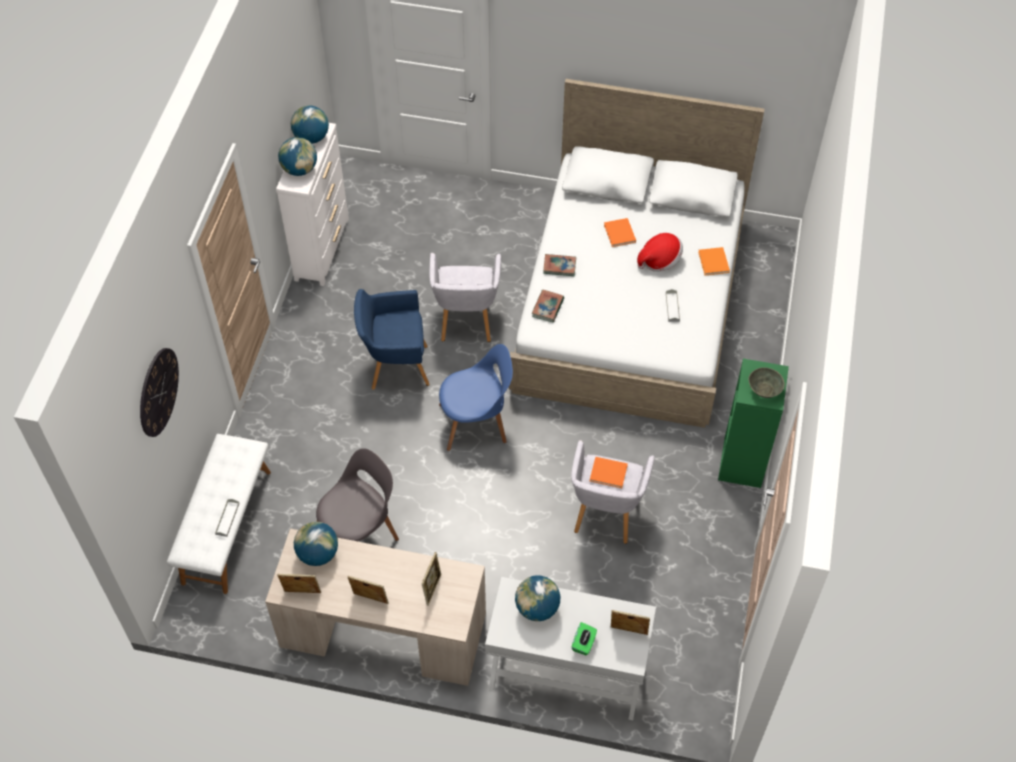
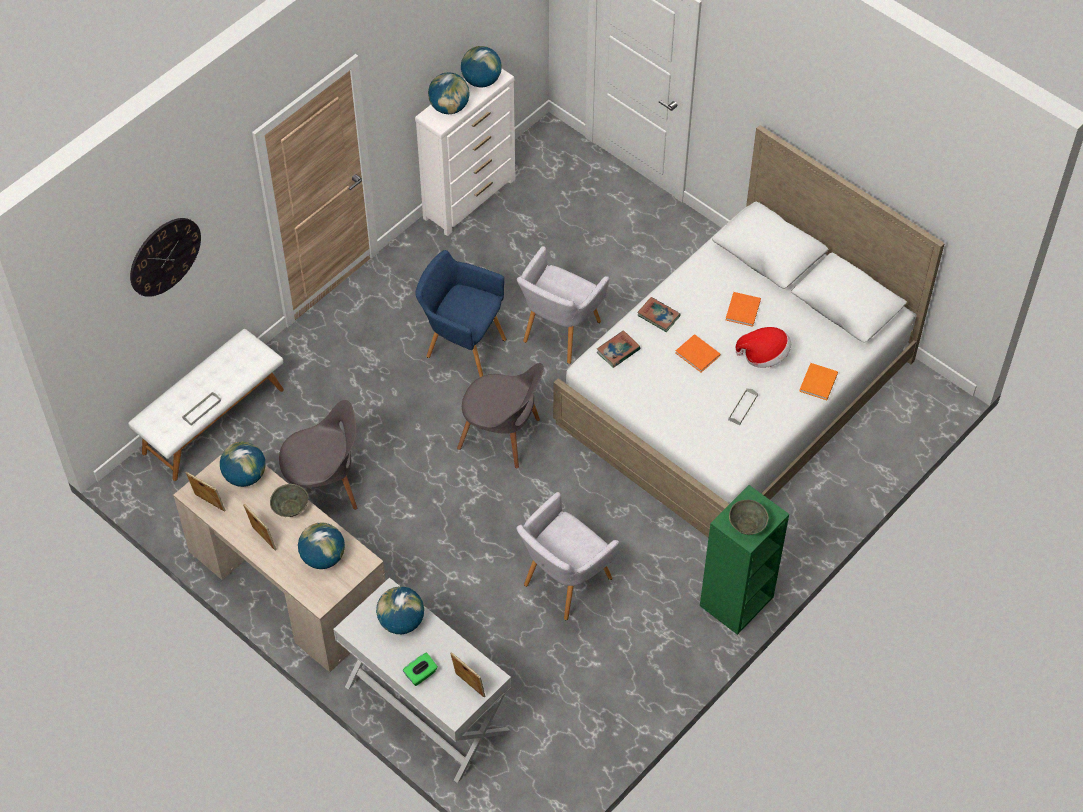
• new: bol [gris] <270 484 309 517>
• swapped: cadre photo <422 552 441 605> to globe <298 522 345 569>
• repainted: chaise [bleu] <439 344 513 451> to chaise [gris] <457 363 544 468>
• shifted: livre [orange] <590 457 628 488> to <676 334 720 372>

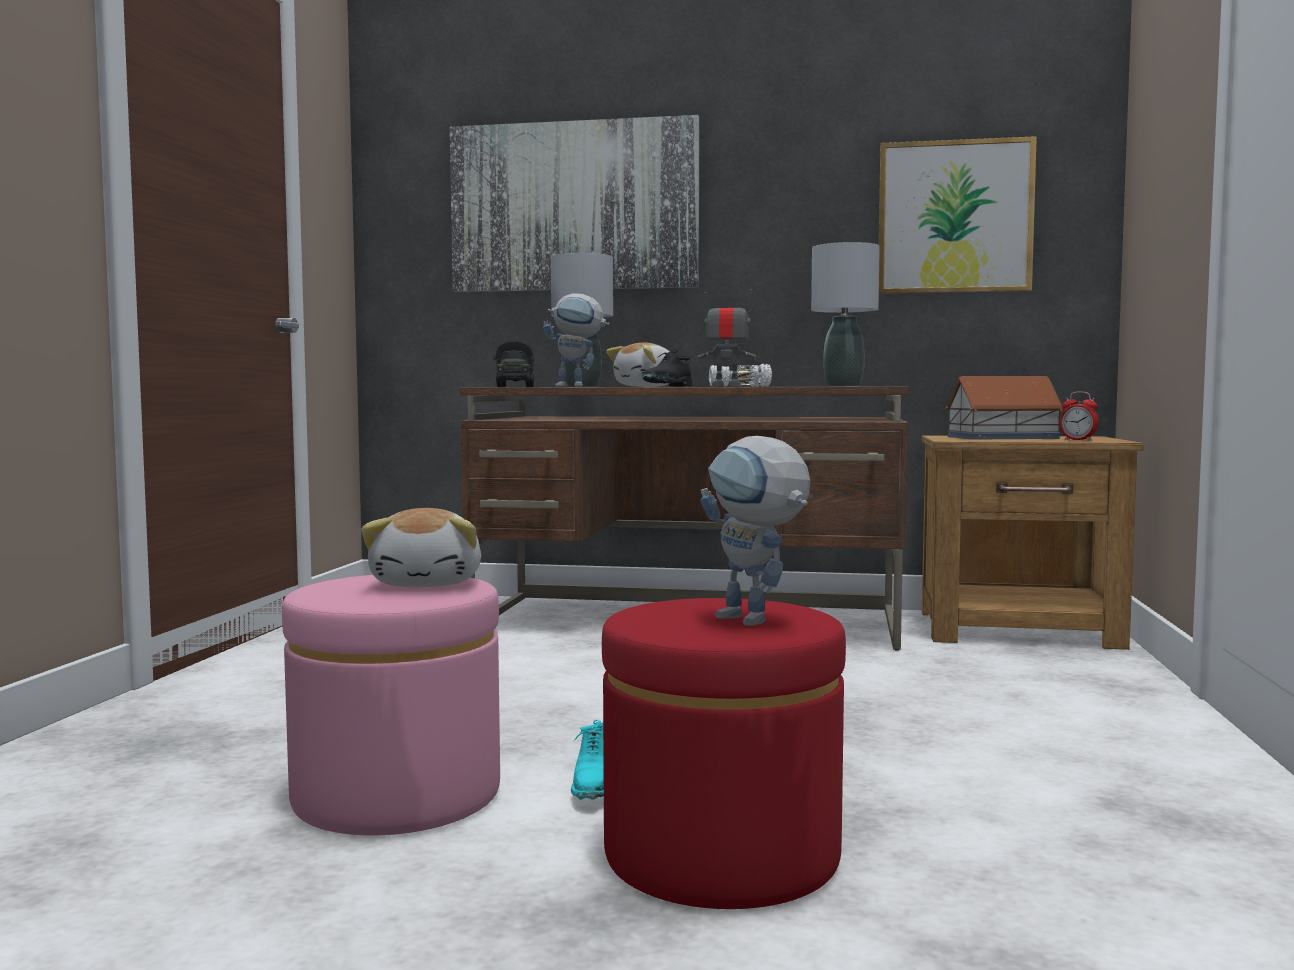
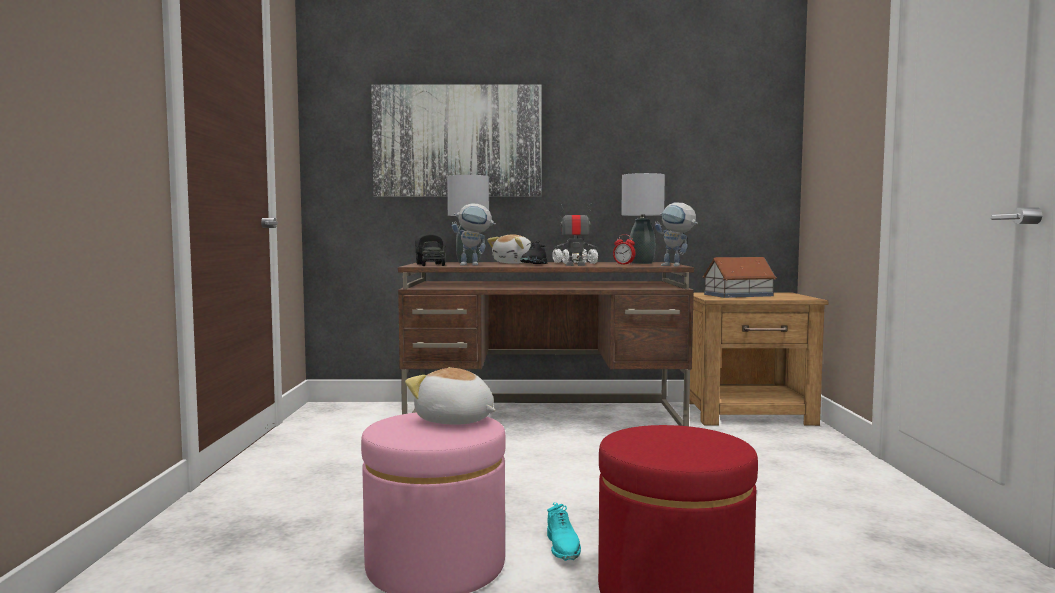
• rotated: peluche <361 508 481 587> = <405 367 496 425> 135 degrees clockwise
• shifted: réveil <1060 391 1099 441> to <613 234 636 265>
• shifted: robot jouet <700 436 811 626> to <655 203 698 266>
• gone: tableau <879 136 1037 294>

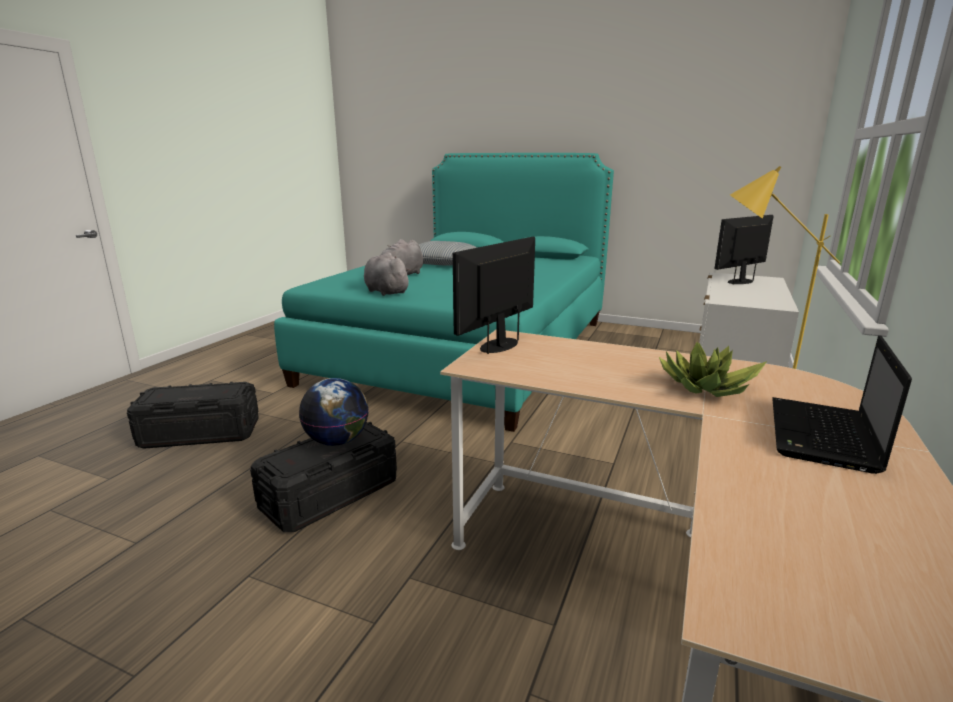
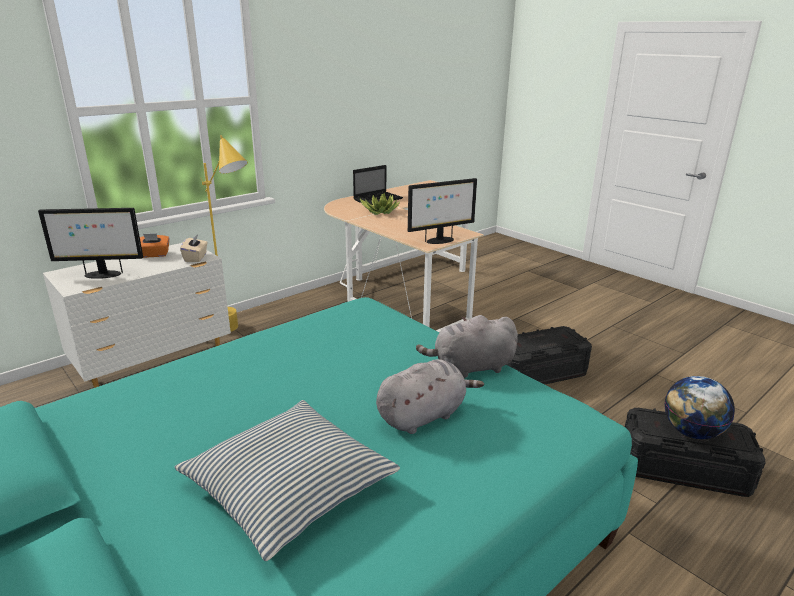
• new: boîte à mouchoirs [orange] <140 234 170 258>
• new: boîte à mouchoirs [beige] <180 234 208 262>
• rotated: peluche [gris] <364 252 411 296> = <416 315 518 378> 90 degrees clockwise
• shifted: globe <299 378 369 446> to <665 376 735 439>

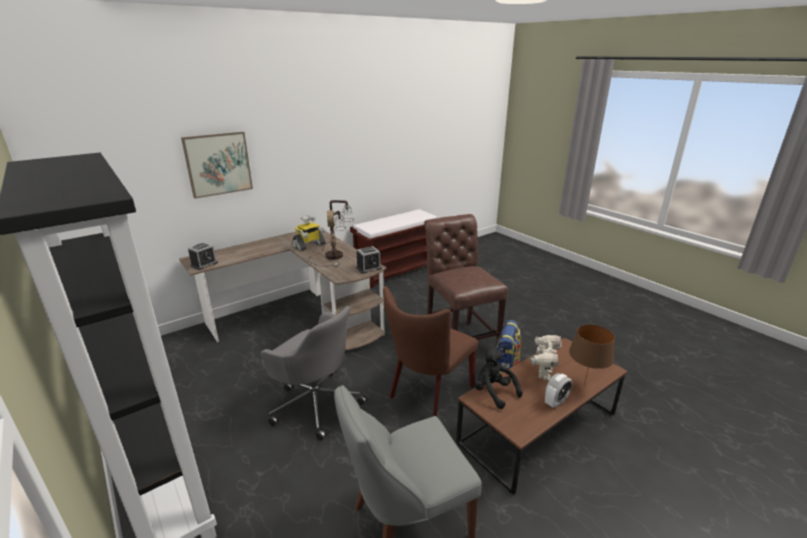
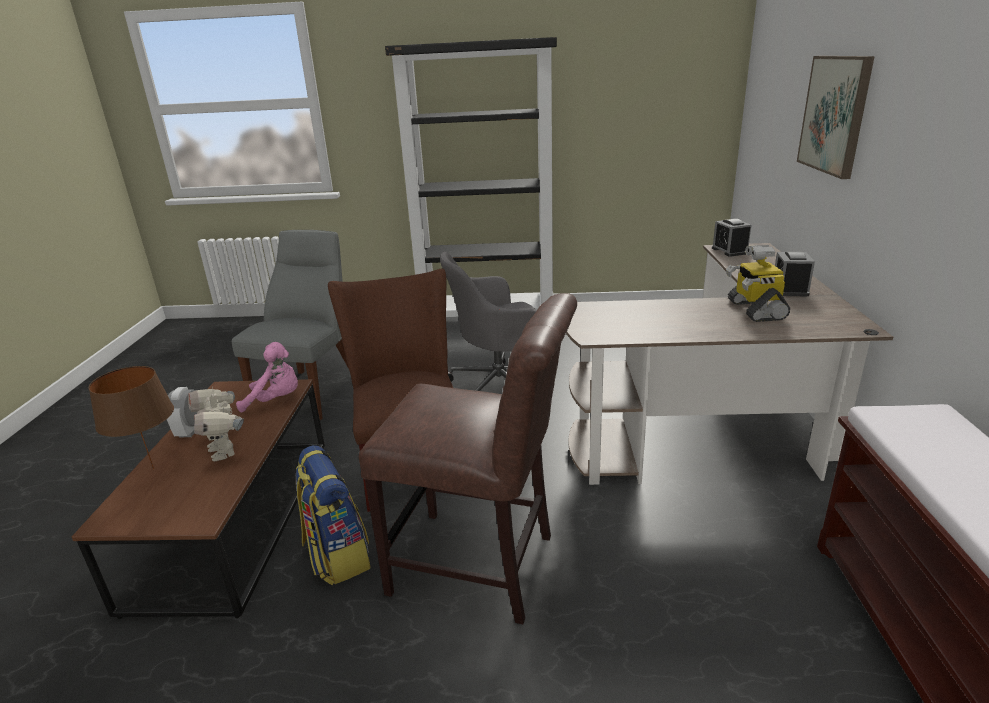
• repainted: peluche [noir] <474 349 523 409> to peluche [rose] <236 342 298 413>
• shifted: réveil <356 246 382 274> to <775 252 815 296>
• gone: lampe de table <308 200 354 267>

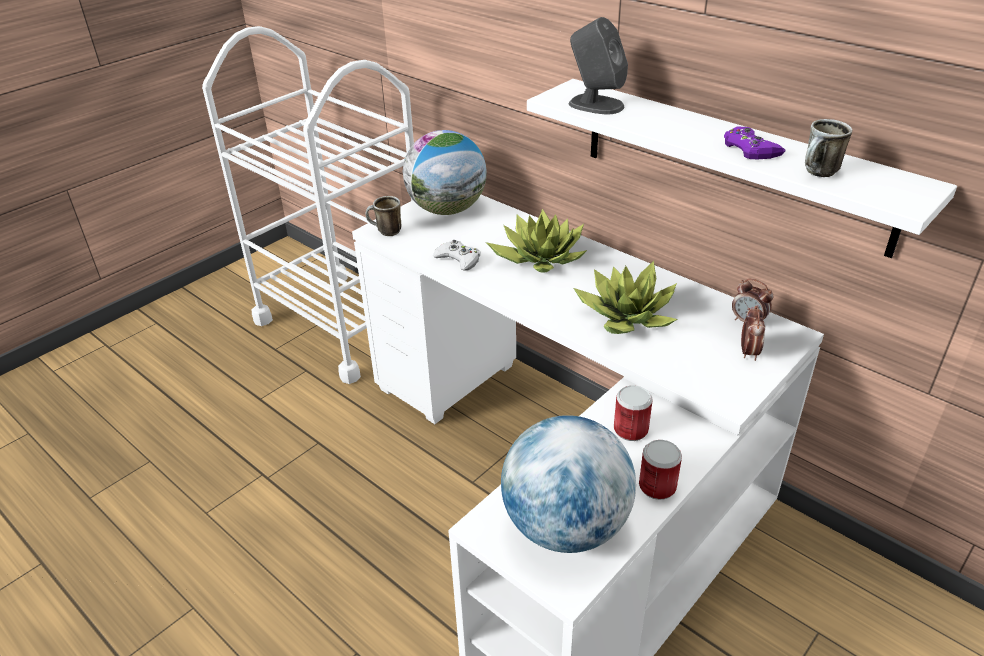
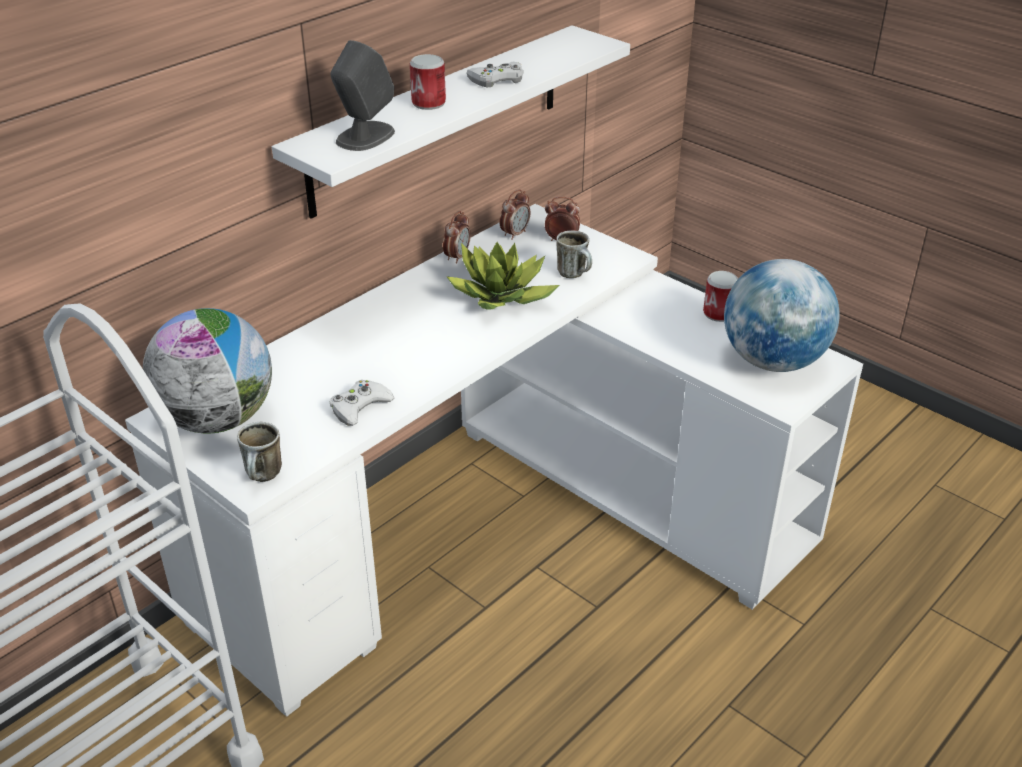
• shifted: boîte métallique <614 385 653 441> to <410 54 446 110>
• new: réveil <443 211 471 264>
• repainted: manette [violet] <724 127 786 159> to manette [blanc] <467 62 524 87>
• shifted: mug <805 119 852 177> to <556 230 592 278>
• gone: plante en pot <486 209 587 273>

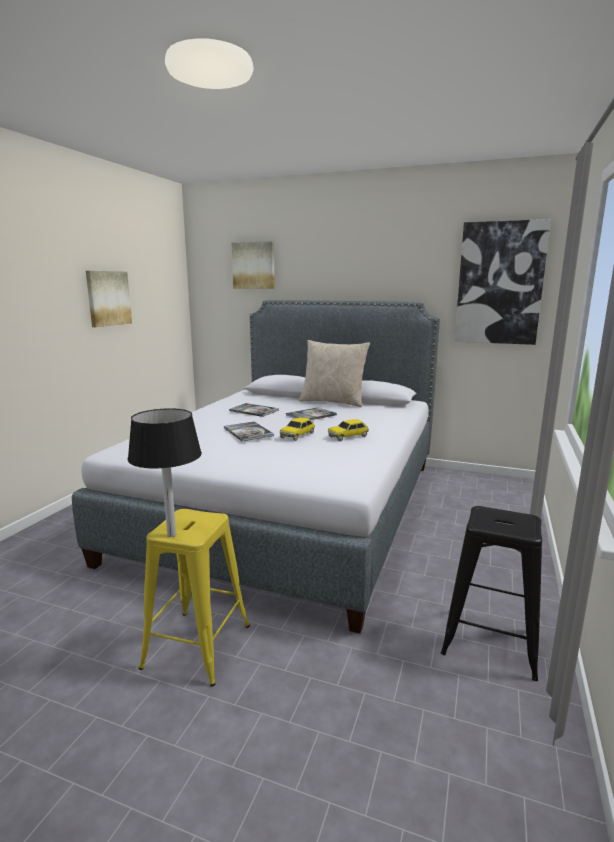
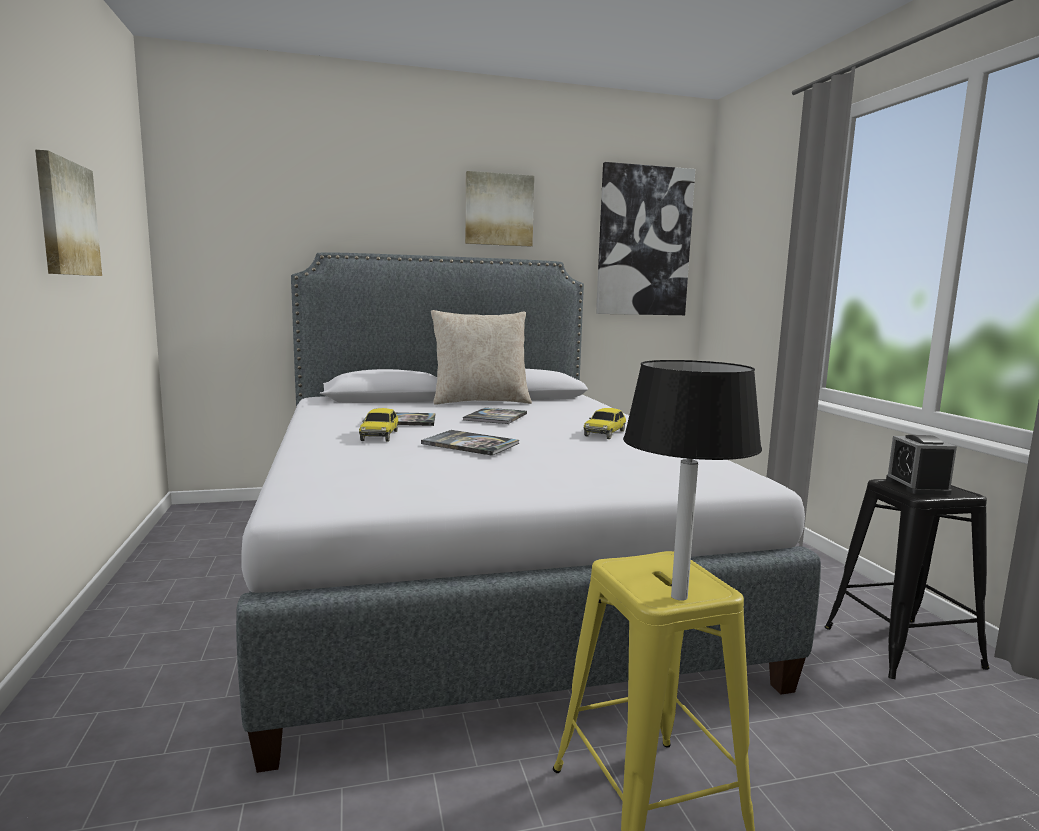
• shifted: petite voiture <280 418 315 441> to <359 408 398 441>
• shifted: tableau <232 241 275 289> to <465 171 534 247>
• new: réveil <886 435 957 495>

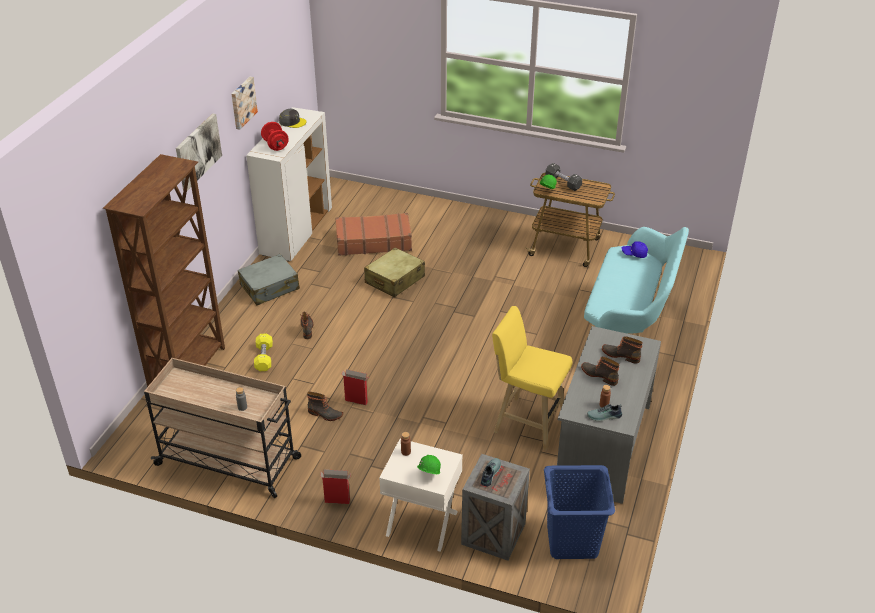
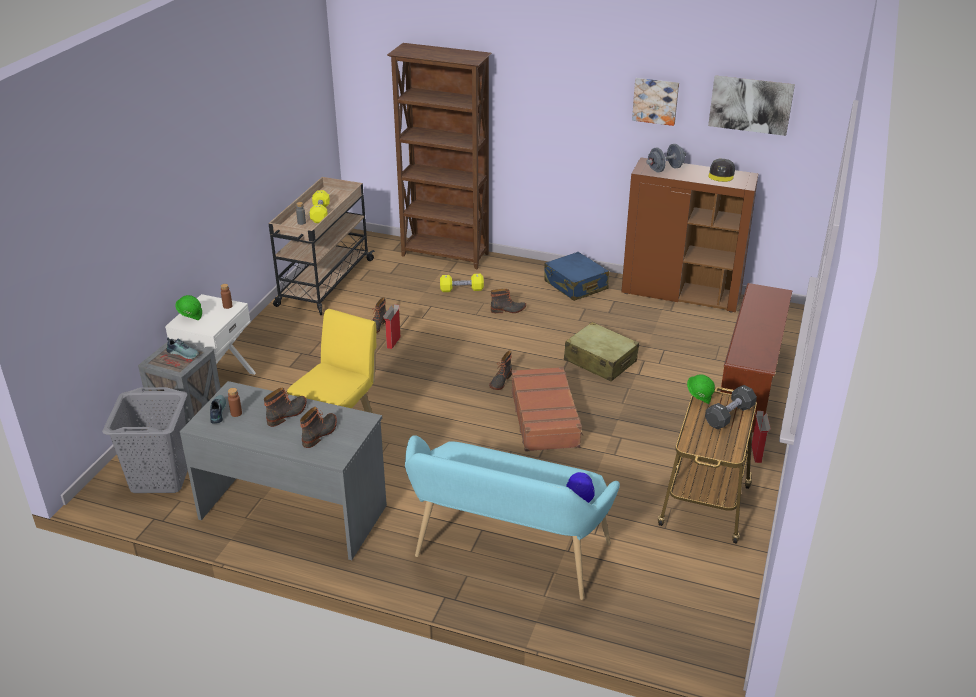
• repainted: panier à linge [bleu] <544 465 615 559> to panier à linge [gris] <102 387 188 493>
• new: haltère [jaune] <310 190 330 223>
• new: botte <489 351 512 390>
• shifted: valise [marron] <335 213 412 256> to <511 367 584 452>
• repainted: valise [gris] <238 254 300 305> to valise [bleu] <544 252 609 301>
• repainted: meuble de rangement [blanc] <246 107 332 261> to meuble de rangement [marron] <621 157 758 312>
• repainted: haltère [rouge] <261 122 289 151> to haltère [gris] <646 144 686 173>
• shifted: tableau <176 113 222 191> to <708 75 795 136>
• new: étagère à chaussures [marron] <720 283 792 433>
• shifted: carton <320 469 351 504> to <751 411 771 463>

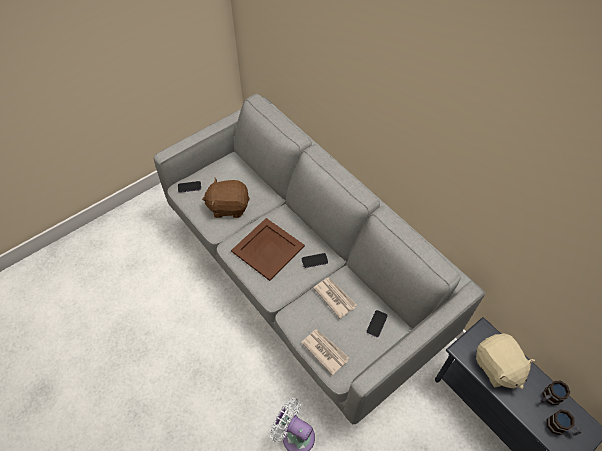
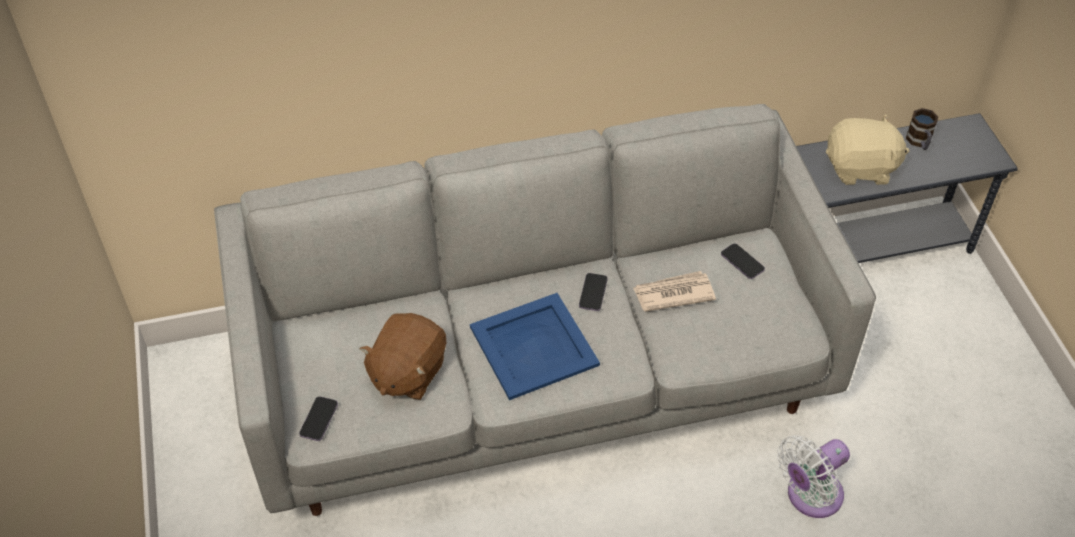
• repainted: plateau [marron] <231 218 305 281> to plateau [bleu] <470 293 600 400>
• gone: journal <301 329 349 375>
• gone: mug <547 409 582 436>

